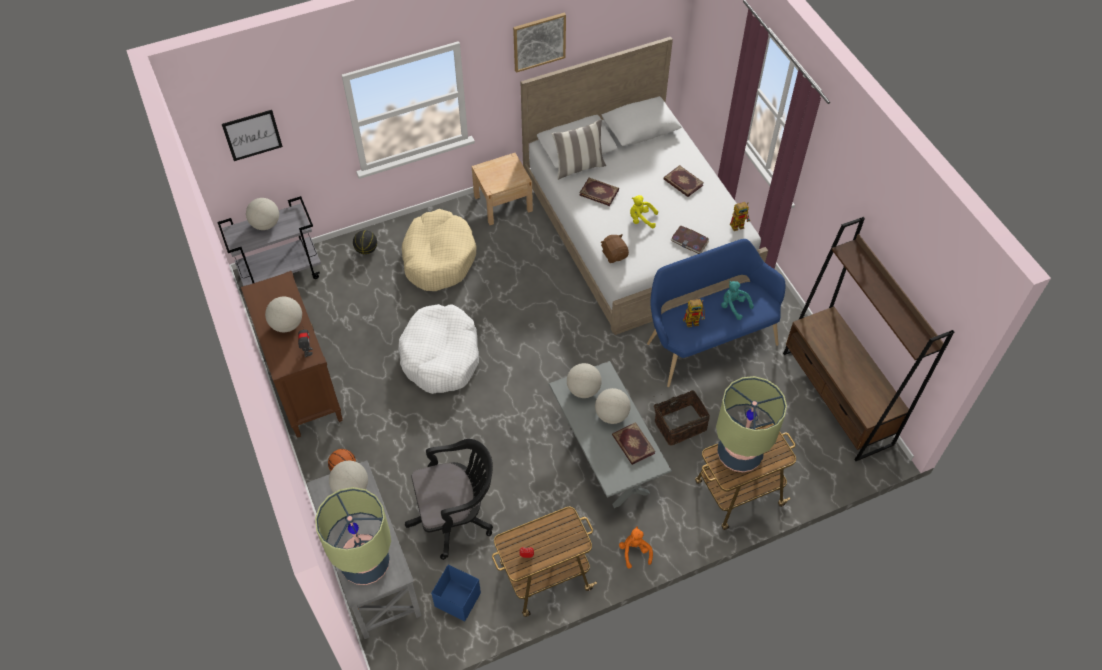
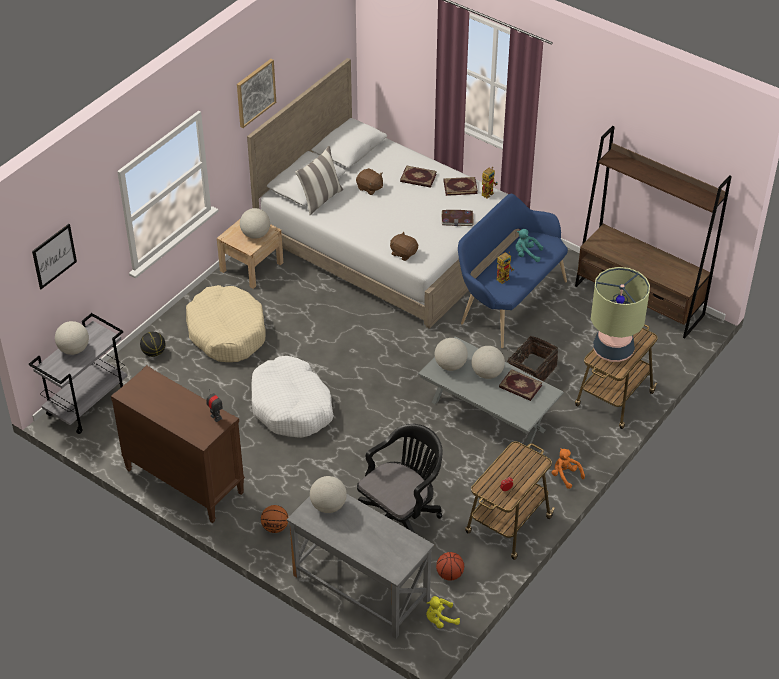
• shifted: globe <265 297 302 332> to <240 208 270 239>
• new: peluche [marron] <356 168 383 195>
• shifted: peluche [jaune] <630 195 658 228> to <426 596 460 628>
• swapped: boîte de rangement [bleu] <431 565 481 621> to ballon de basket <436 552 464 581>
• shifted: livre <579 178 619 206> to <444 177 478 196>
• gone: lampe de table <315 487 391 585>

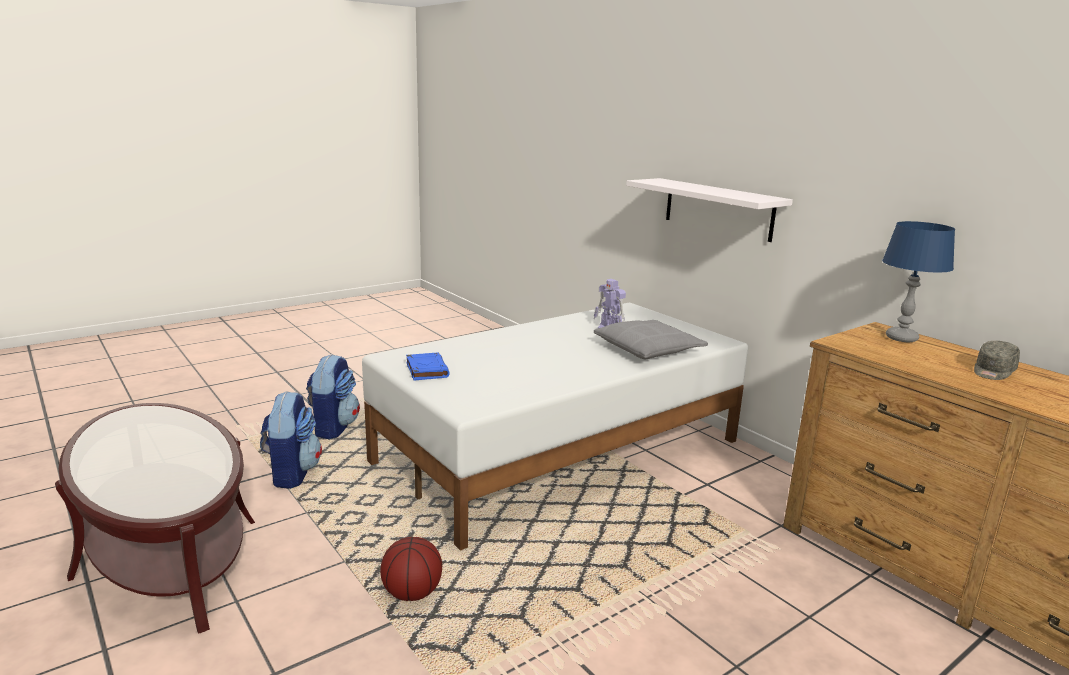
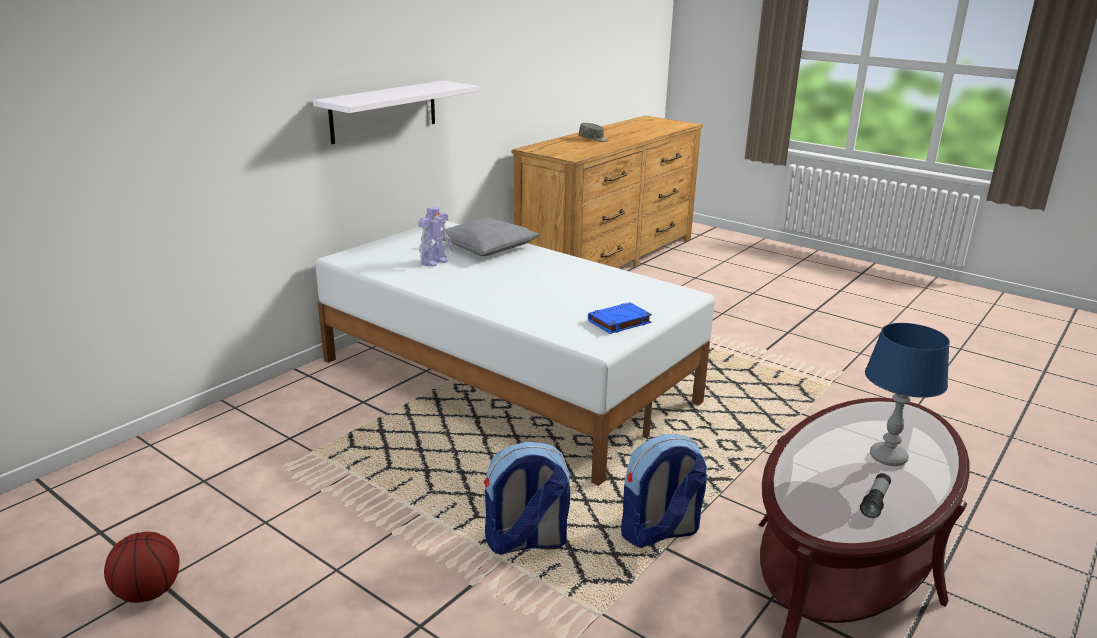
• shifted: ballon de basket <380 537 442 601> to <104 532 180 603>
• new: lampe de poche <860 473 891 518>
• shifted: lampe de table [bleu] <882 221 955 342> to <865 323 950 466>

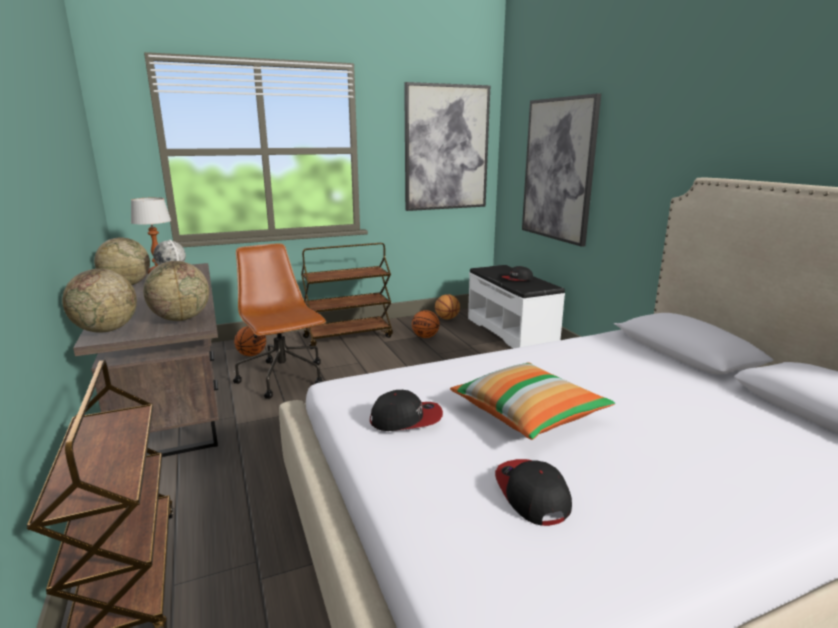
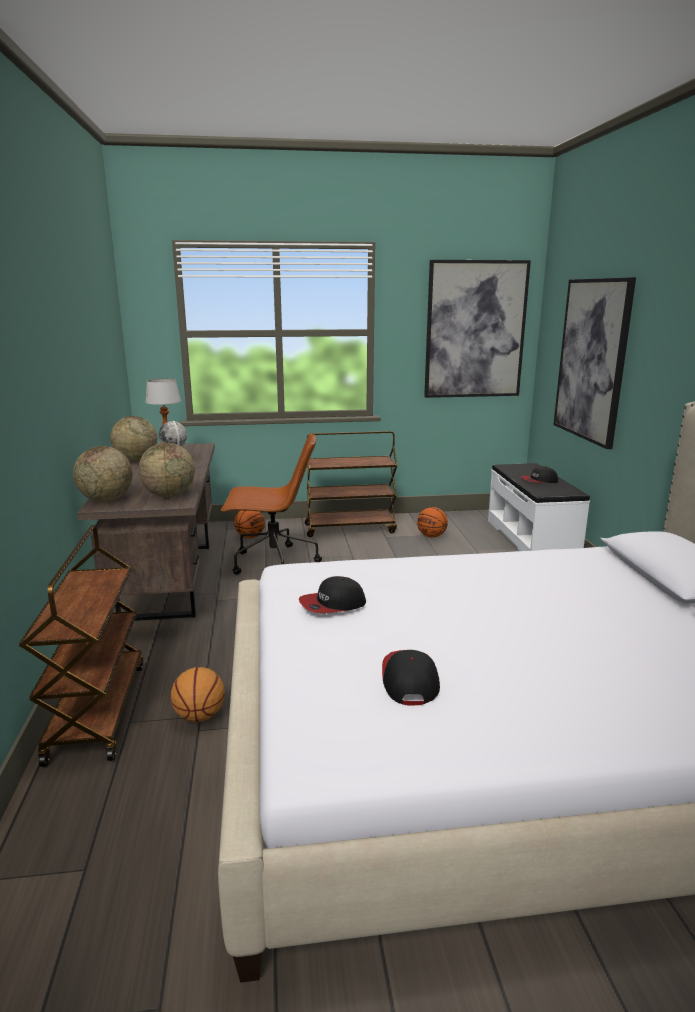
• shifted: ballon de basket <435 294 460 320> to <171 667 225 722>
• rotated: chaise de bureau [marron] <233 243 326 399> = <221 433 322 575> 105 degrees clockwise
• rotated: casquette <370 390 443 431> = <299 576 366 613> 150 degrees clockwise
• gone: coussin <450 362 615 440>

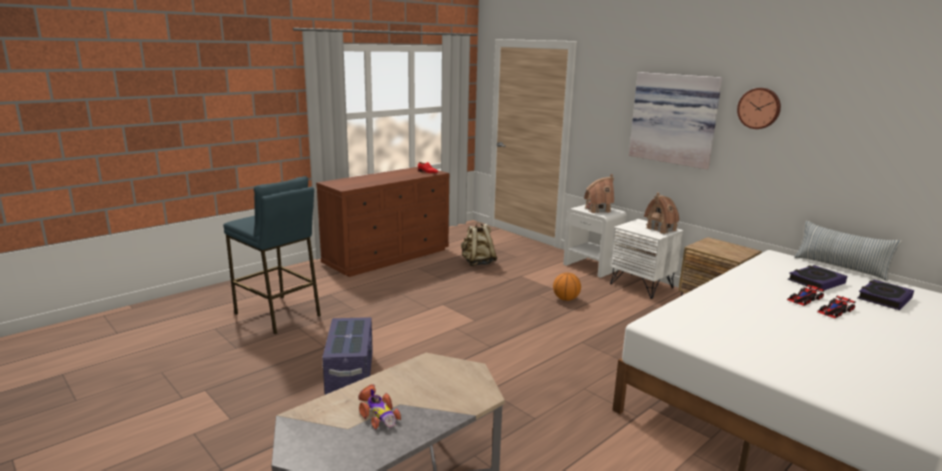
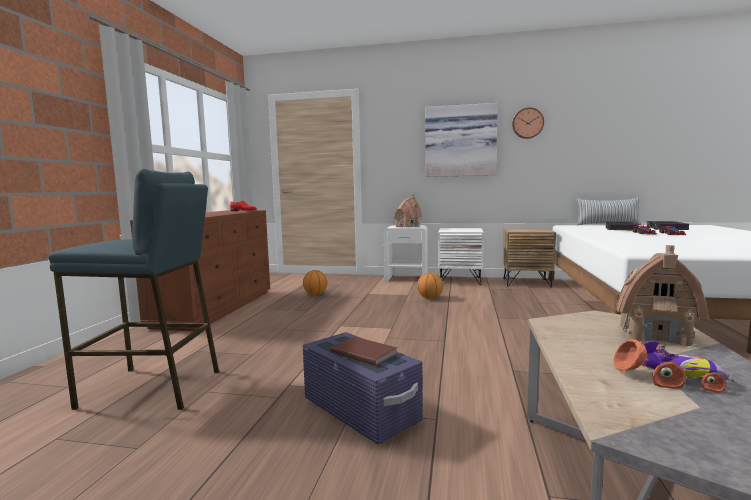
• swapped: sac à dos [beige] <461 222 498 266> to ballon de basket <303 270 327 295>
• new: livre [marron] <330 337 397 366>
• shifted: maison miniature <644 192 679 234> to <616 245 709 348>

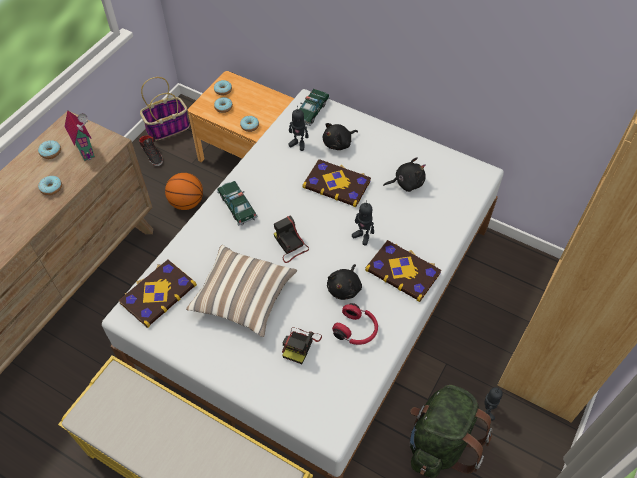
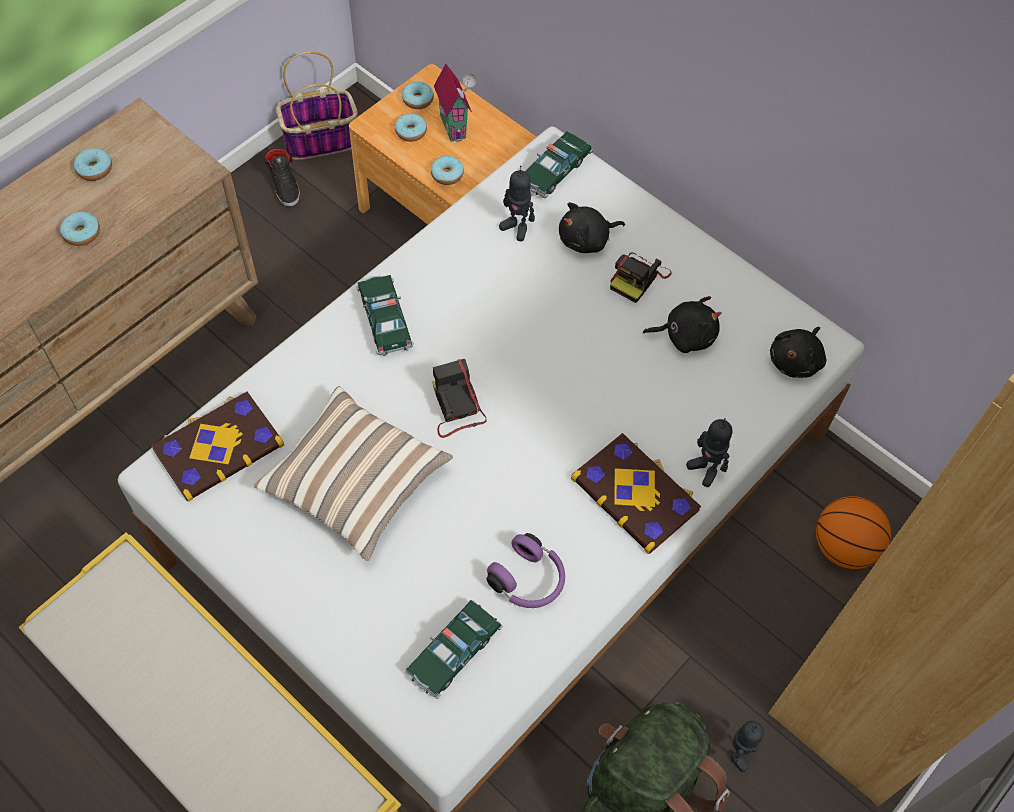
• new: petite voiture <405 600 503 699>
• shifted: maison miniature <64 110 95 161> to <434 64 477 142>
• repainted: casque audio [rouge] <332 303 378 345> to casque audio [violet] <487 533 565 608>
• shifted: appareil photo <282 327 322 364> to <610 252 672 303>
• shifted: robot jouet <352 200 374 246> to <686 418 732 487>
• shifted: peluche [noir] <327 264 362 300> to <770 327 826 378>
• shifted: ballon de basket <165 173 203 210> to <816 496 891 569>
• gone: livre <303 159 371 207>

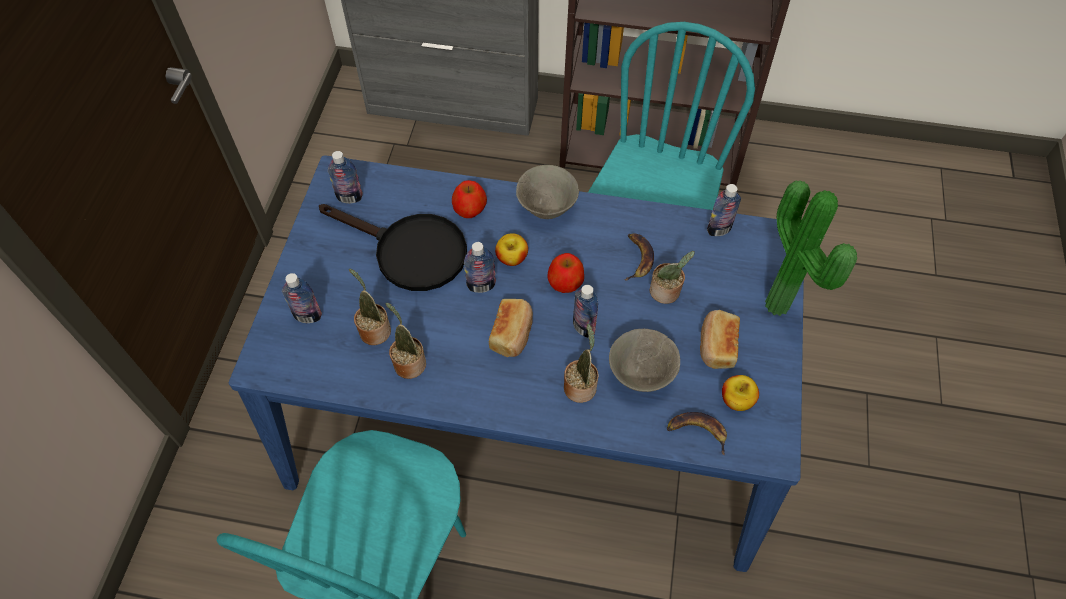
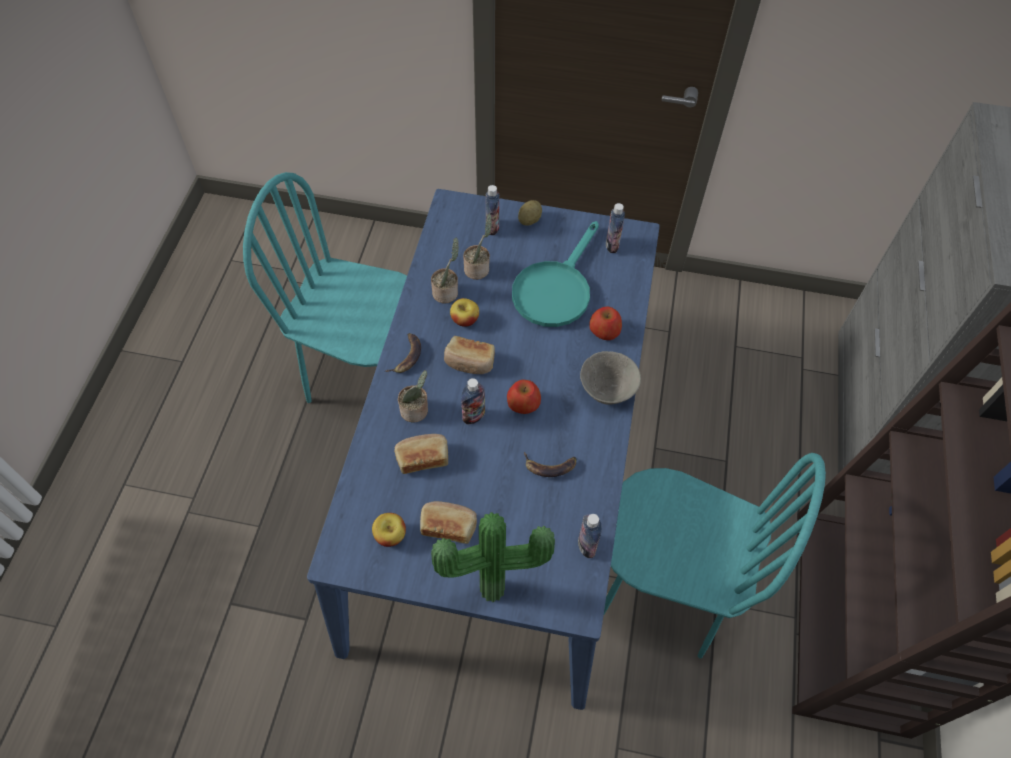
• shifted: banane <667 412 727 456> to <385 333 421 373>
• swapped: bol [gris] <609 329 680 392> to pain <394 434 448 474>
• shifted: pomme <495 233 528 266> to <450 298 479 327>
• repainted: poêle [noir] <319 204 467 291> to poêle [turquoise] <512 221 599 327>
• new: pomme de terre <518 200 542 226>
• gone: bouteille <464 242 496 293>
• gone: plante en pot <650 251 695 304>

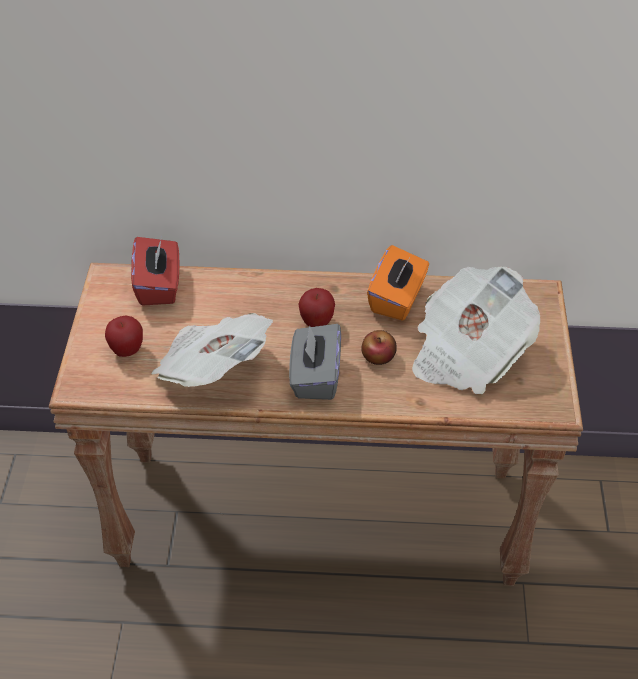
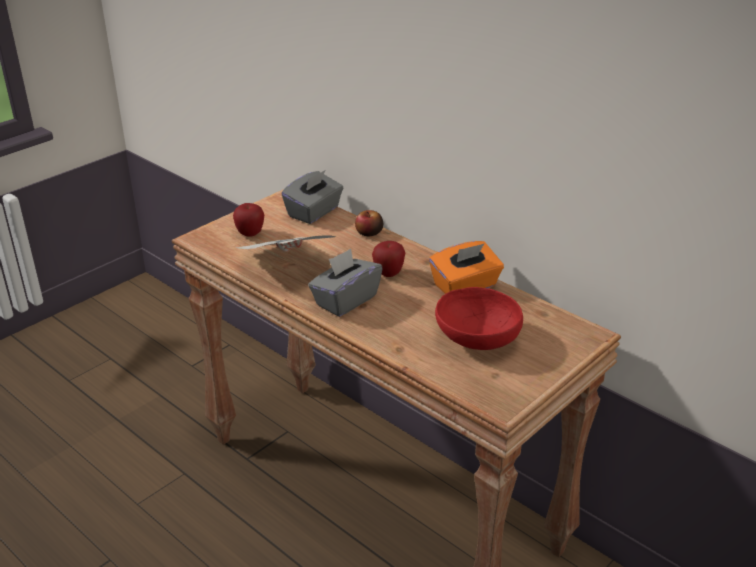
• repainted: boîte à mouchoirs [rouge] <131 237 179 305> to boîte à mouchoirs [gris] <282 170 343 224>
• shifted: pomme <361 330 397 365> to <355 210 383 236>
• swapped: journal <412 267 540 394> to bol [rouge] <435 287 523 350>

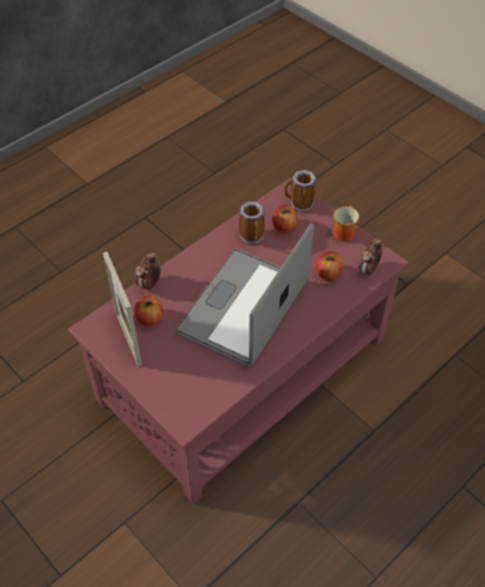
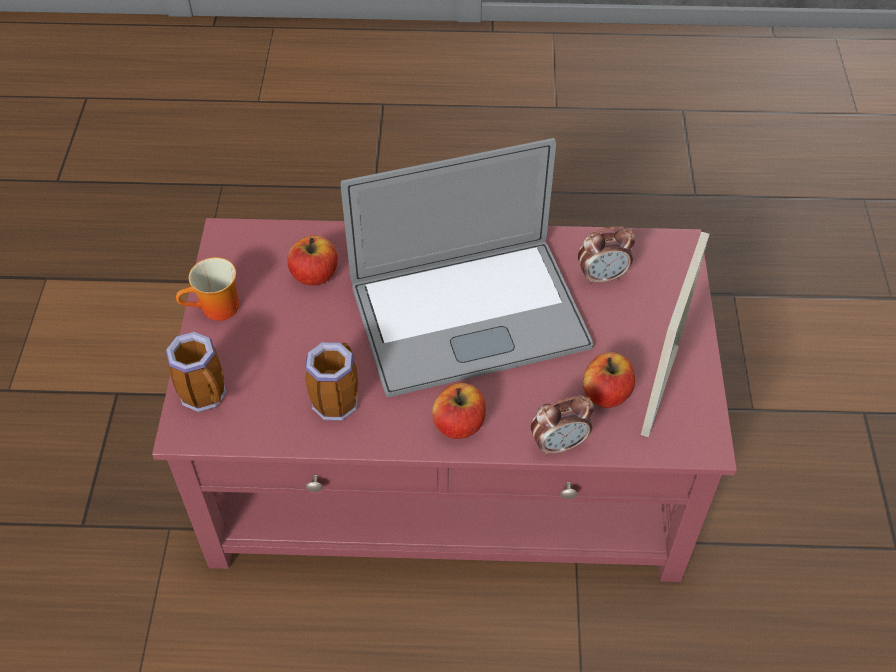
• shifted: pomme <272 205 298 233> to <432 383 486 439>
• shifted: réveil <358 238 383 277> to <578 226 635 285>

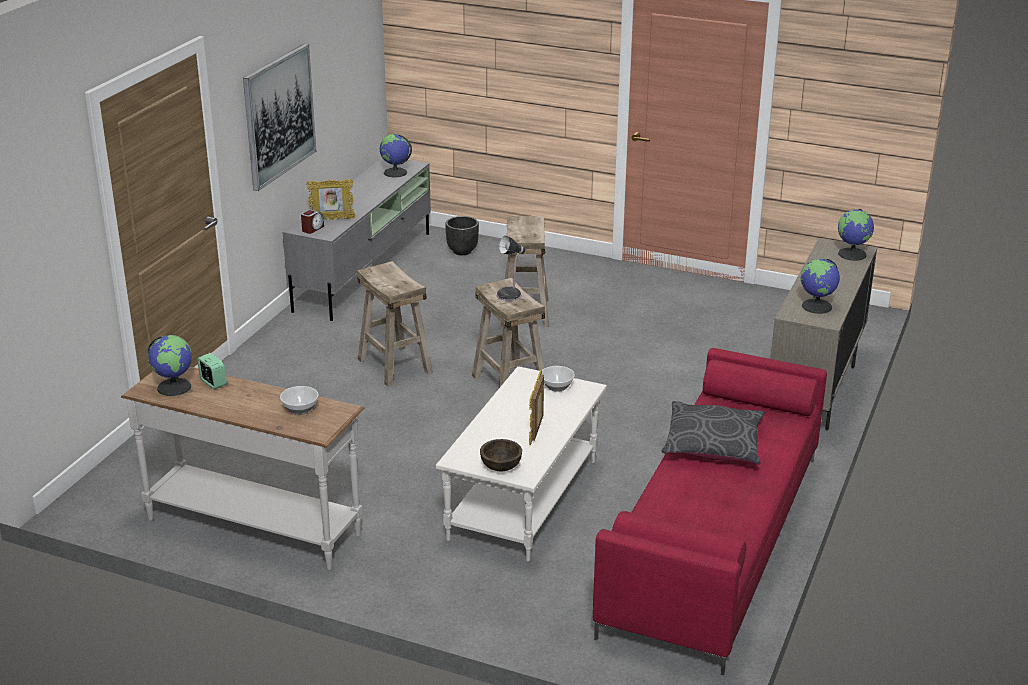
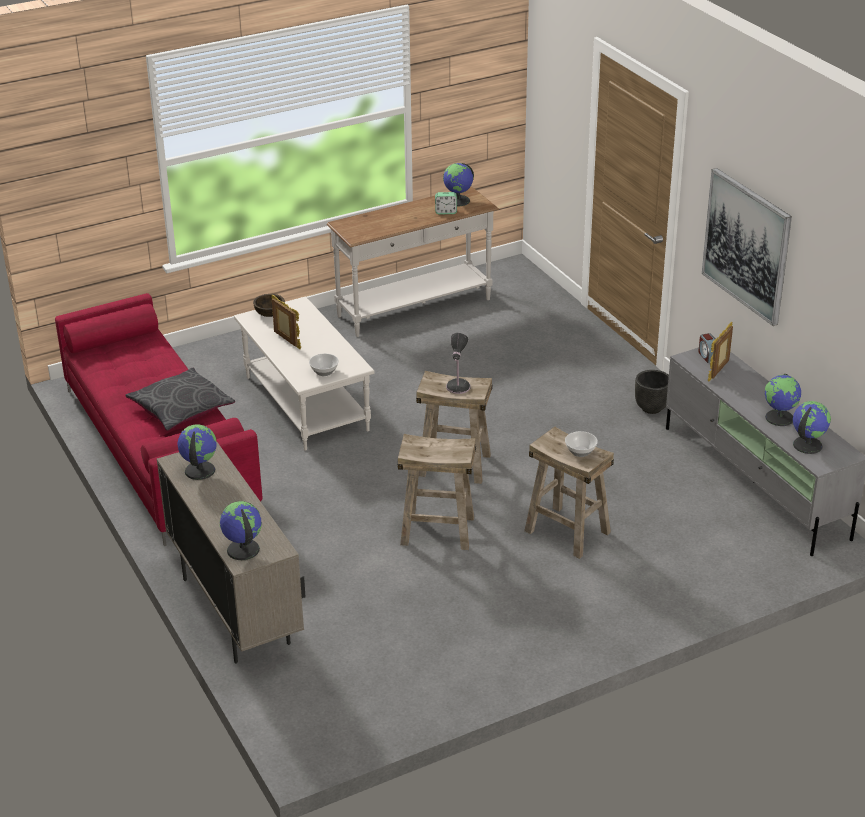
• shifted: tabouret [beige] <357 261 433 387> to <397 434 476 550>
• shifted: bol <280 386 319 415> to <565 431 598 457>
• shifted: cache-pot [noir] <445 216 479 255> to <635 370 669 414>
• new: globe <765 374 801 426>

